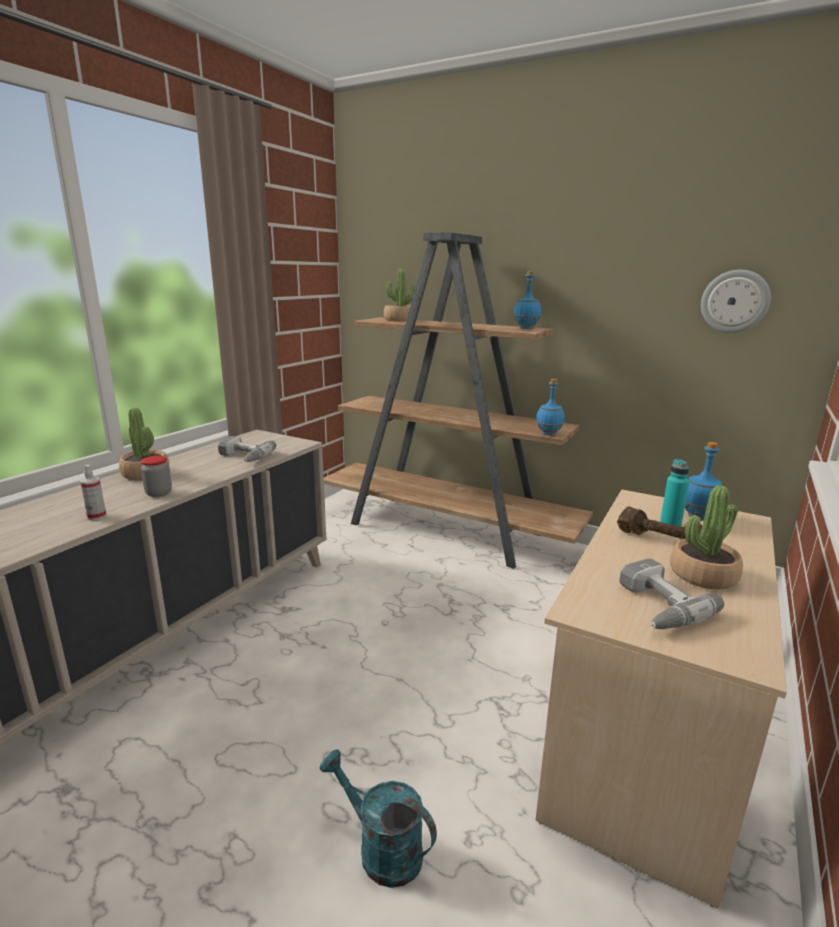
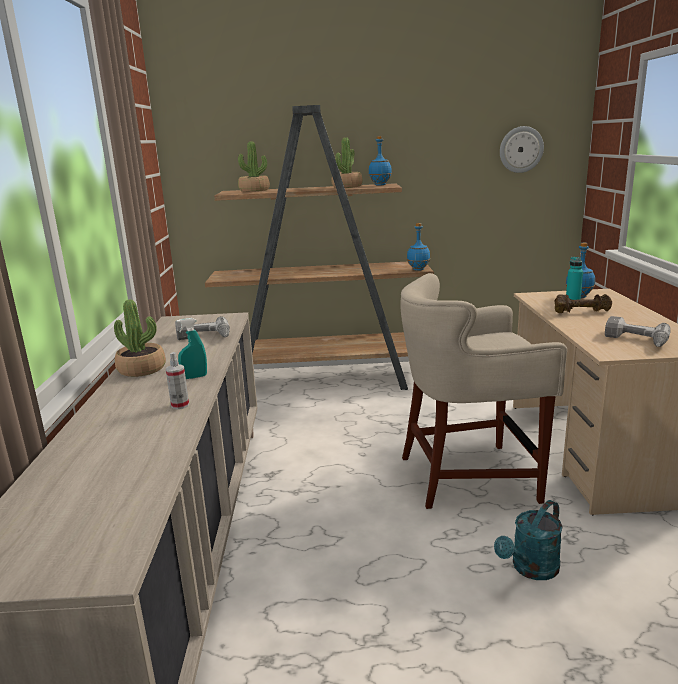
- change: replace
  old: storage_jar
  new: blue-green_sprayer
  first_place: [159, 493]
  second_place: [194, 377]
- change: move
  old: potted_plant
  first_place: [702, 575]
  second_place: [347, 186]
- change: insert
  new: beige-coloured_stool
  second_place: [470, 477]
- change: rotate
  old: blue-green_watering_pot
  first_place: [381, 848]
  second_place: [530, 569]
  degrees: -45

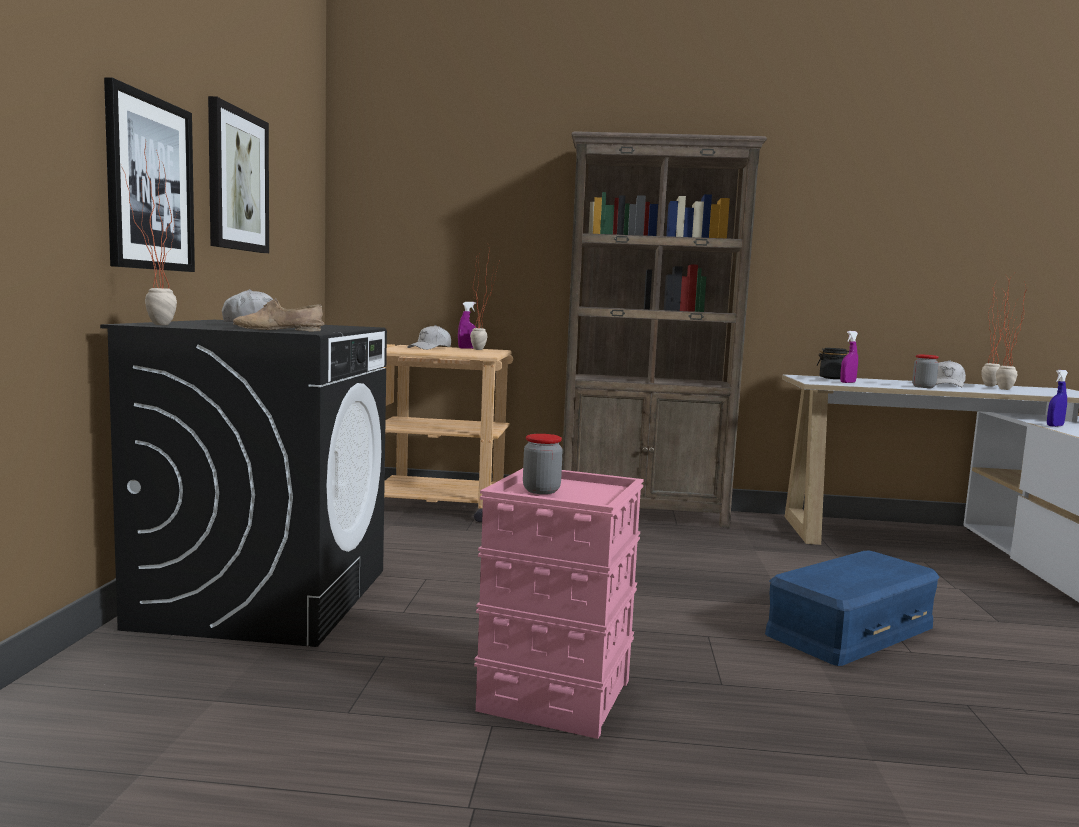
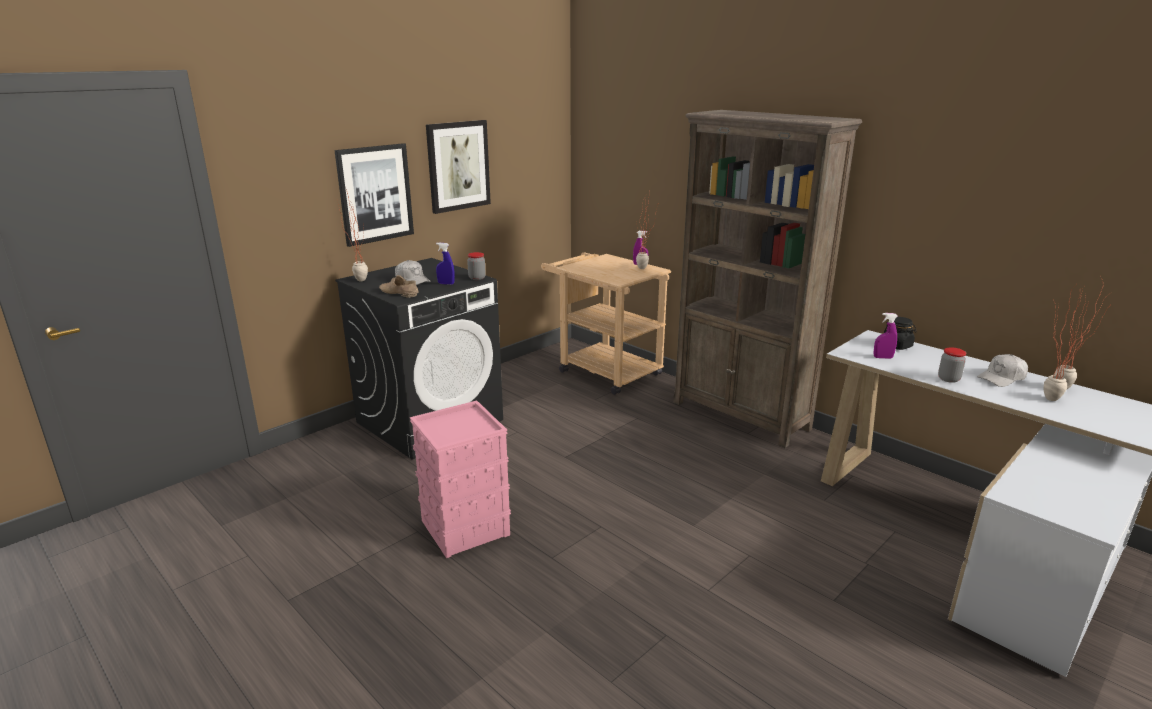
- change: move
  old: bluish_sprayer
  first_place: [1055, 426]
  second_place: [446, 284]
- change: move
  old: storage_jar
  first_place: [541, 490]
  second_place: [477, 278]
- change: delete
  old: white_peaked_cap
  first_place: [430, 348]
- change: delete
  old: bluish_storage_box
  first_place: [852, 631]

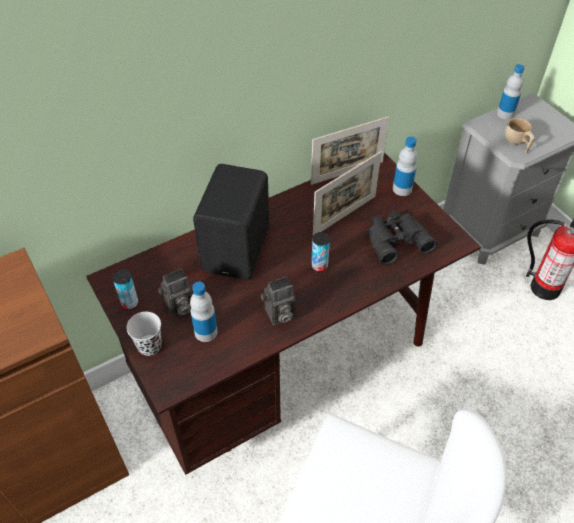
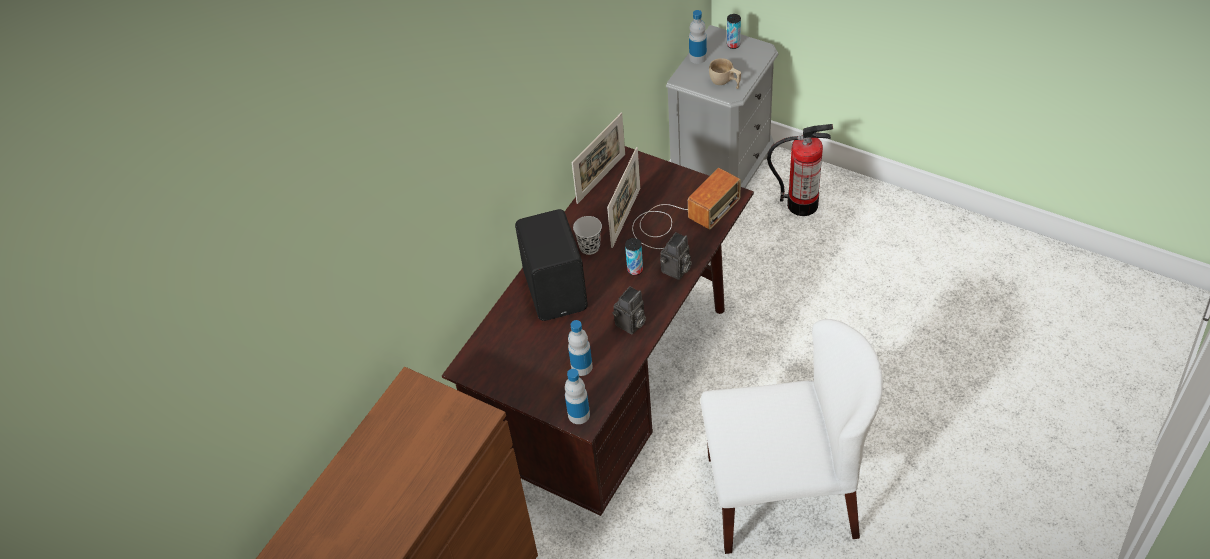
- change: move
  old: beverage_bottle
  first_place: [402, 189]
  second_place: [579, 414]
- change: move
  old: blackish_small_cup
  first_place: [149, 346]
  second_place: [589, 247]
- change: replace
  old: blackish_field_glasses
  new: radio_receiver
  first_place: [395, 239]
  second_place: [681, 218]
- change: move
  old: photo_camera
  first_place: [179, 308]
  second_place: [676, 270]
- change: move
  old: metal_can
  first_place: [129, 303]
  second_place: [733, 44]

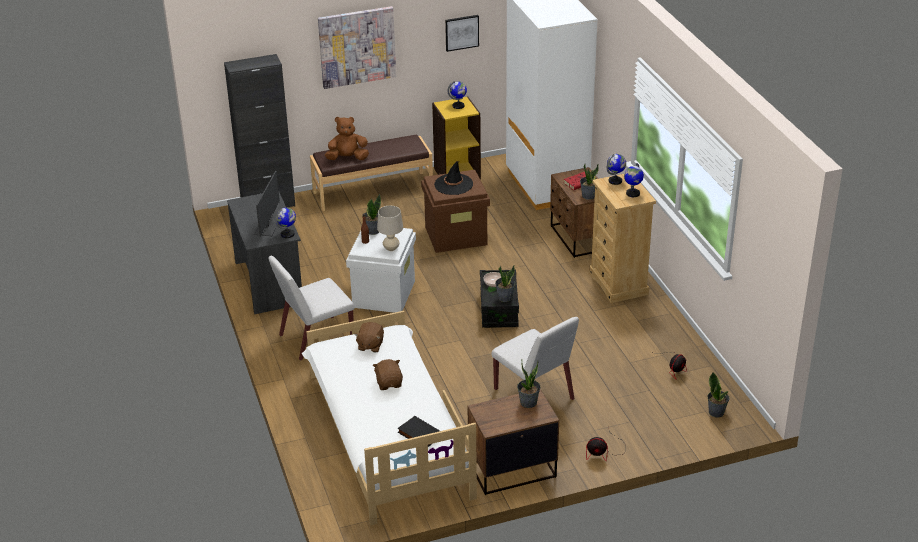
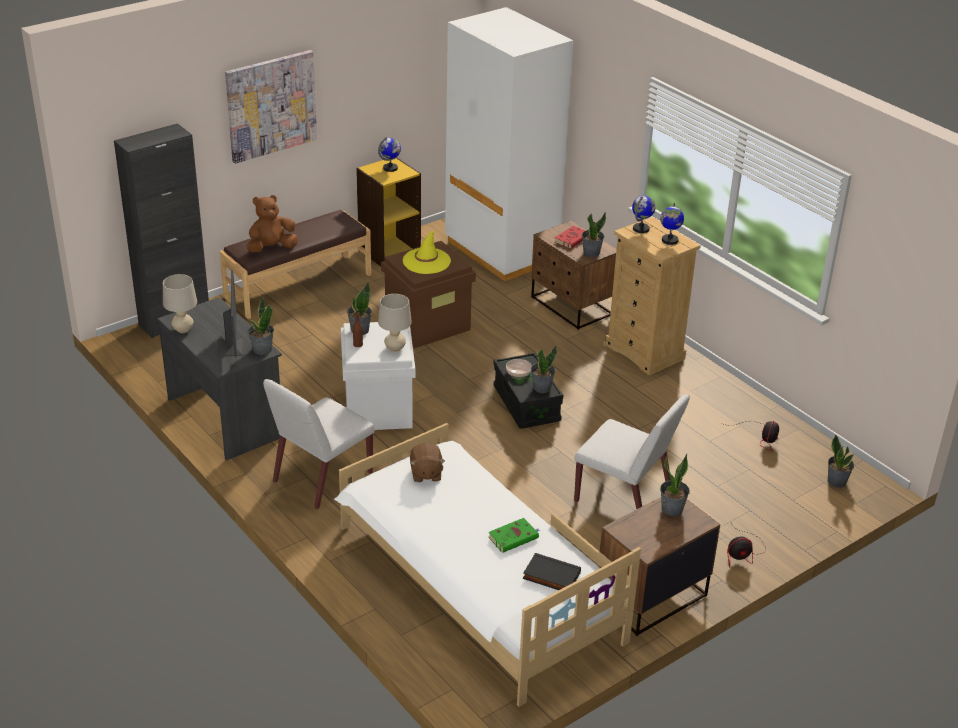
- change: insert
  new: beige-coloured_lamp_for_a_table
  second_place: [183, 330]
- change: replace
  old: desk_globe
  new: potted_plant
  first_place: [287, 234]
  second_place: [262, 350]
- change: recolor
  old: blackish_wearable_hat
  new: yellowish_wearable_hat
  first_place: [453, 184]
  second_place: [426, 261]
- change: insert
  new: greenish_book
  second_place: [514, 537]
- change: delete
  old: brownish_cuddly_toy
  first_place: [389, 383]
- change: delete
  old: picture
  first_place: [461, 32]

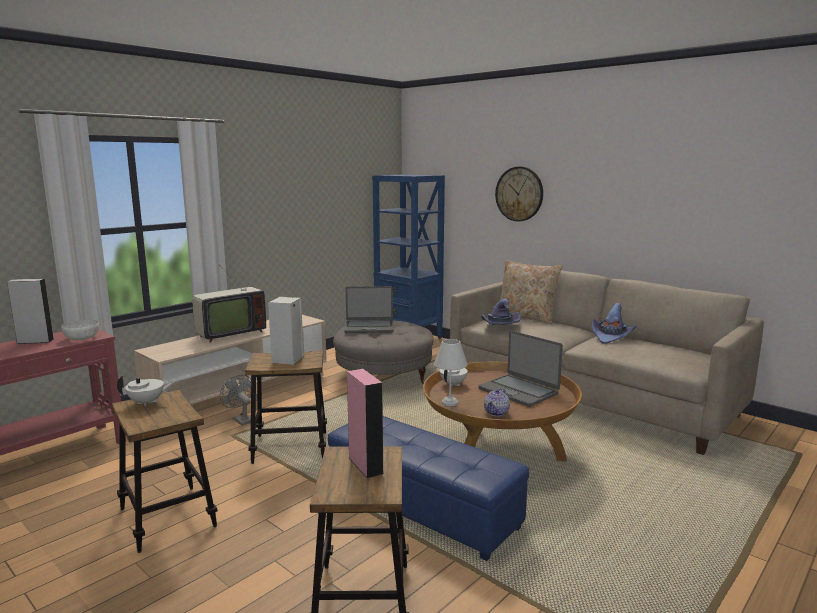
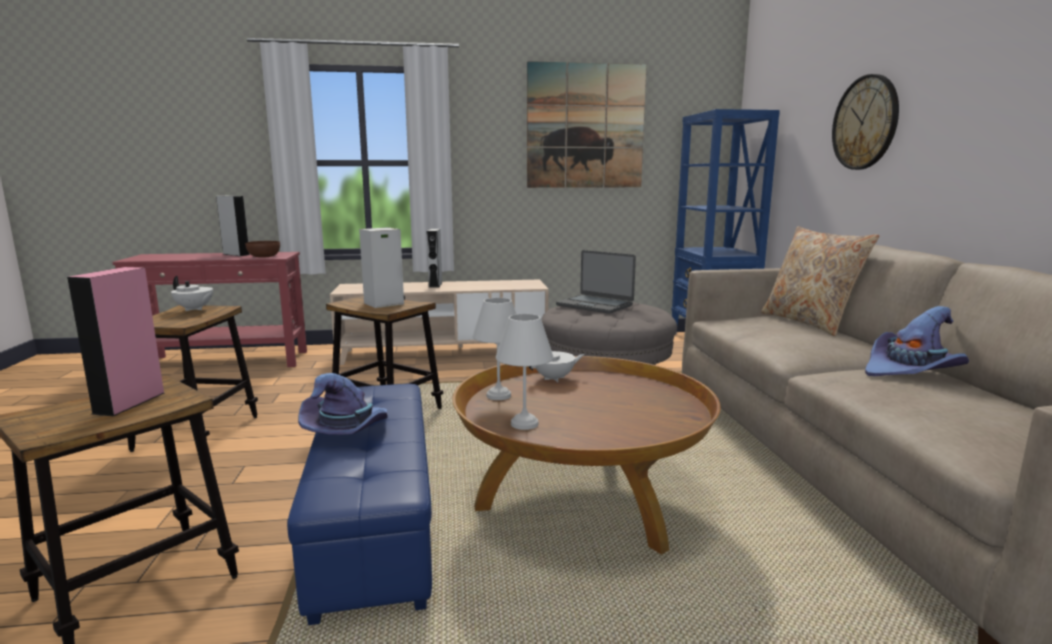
- change: recolor
  old: white_deep_dish
  new: brownish_deep_dish
  first_place: [81, 338]
  second_place: [263, 257]
- change: move
  old: purple_wearable_hat
  first_place: [499, 326]
  second_place: [347, 430]
- change: replace
  old: television
  new: gray_loudspeaker
  first_place: [229, 334]
  second_place: [435, 285]
- change: replace
  old: tea_pot
  new: white_lamp_for_a_table
  first_place: [497, 412]
  second_place: [526, 424]
- change: insert
  new: picture
  second_place: [585, 126]
- change: delete
  old: gray_electric_fan
  first_place: [240, 420]
- change: delete
  old: portable_computer
  first_place: [519, 391]

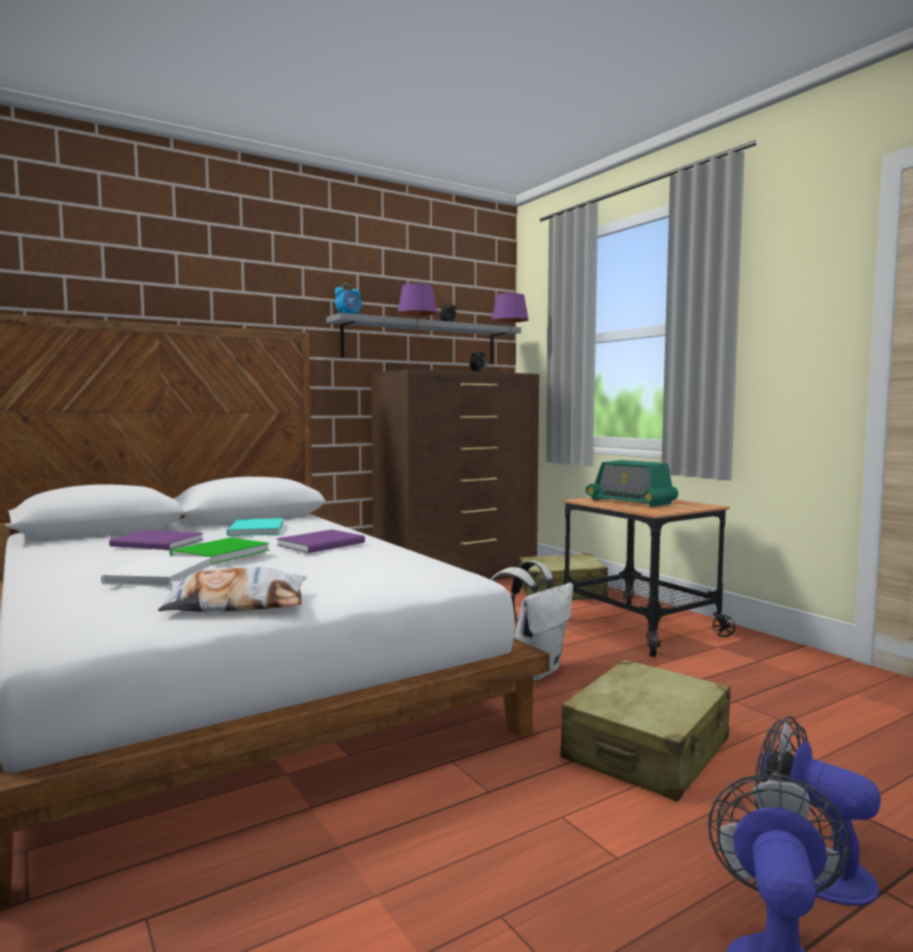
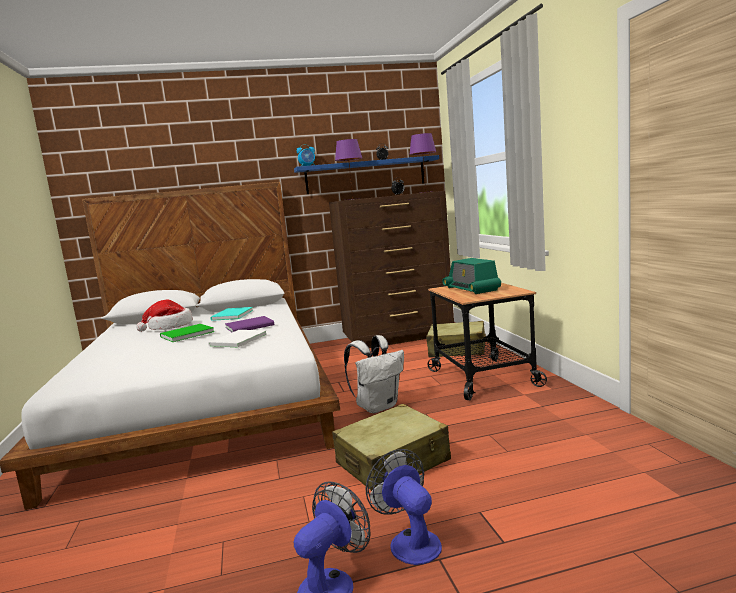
- change: replace
  old: purple_book
  new: wearable_hat
  first_place: [158, 543]
  second_place: [169, 327]
- change: move
  old: white_book
  first_place: [155, 575]
  second_place: [236, 341]
- change: recolor
  old: gray_wall_shelf
  new: bluish_wall_shelf
  first_place: [421, 342]
  second_place: [365, 175]
- change: delete
  old: pillow
  first_place: [237, 604]

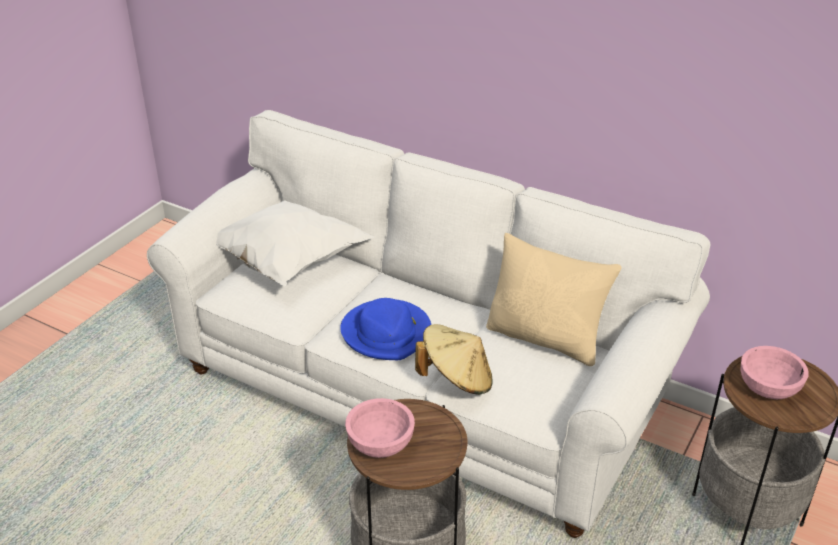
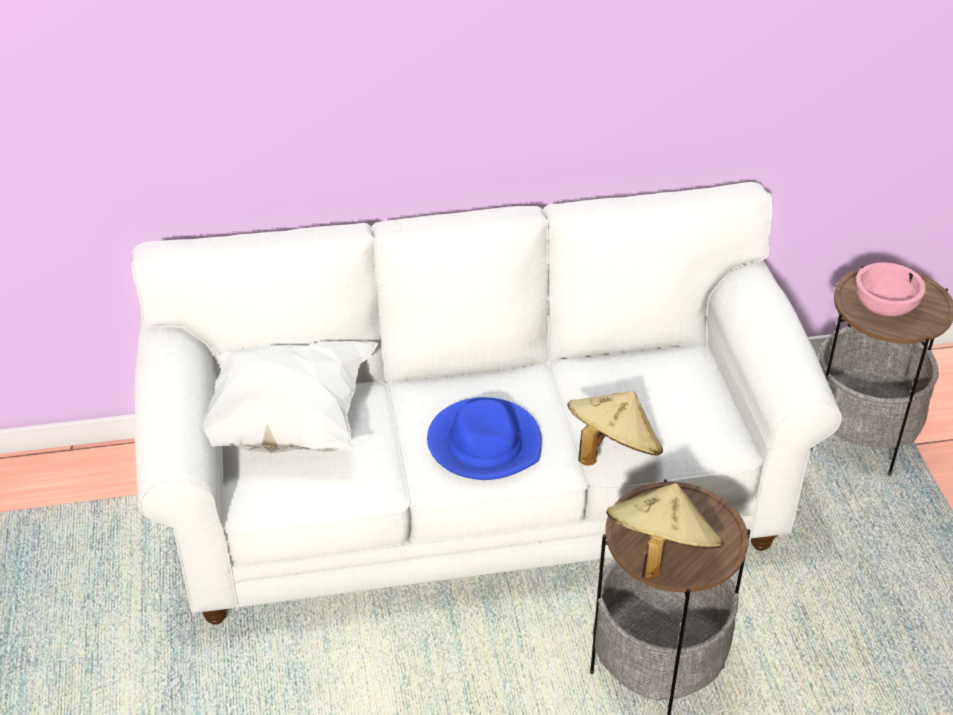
- change: replace
  old: pink_deep_dish
  new: beige-coloured_wearable_hat
  first_place: [380, 444]
  second_place: [659, 552]
- change: delete
  old: beige-coloured_pillow
  first_place: [546, 338]

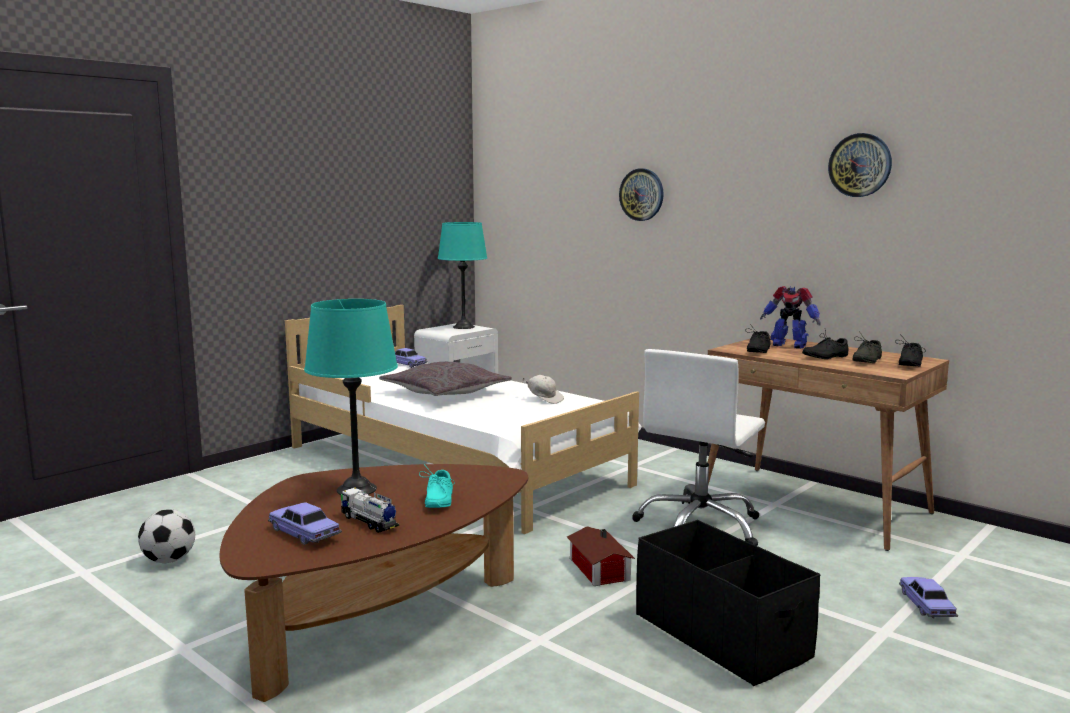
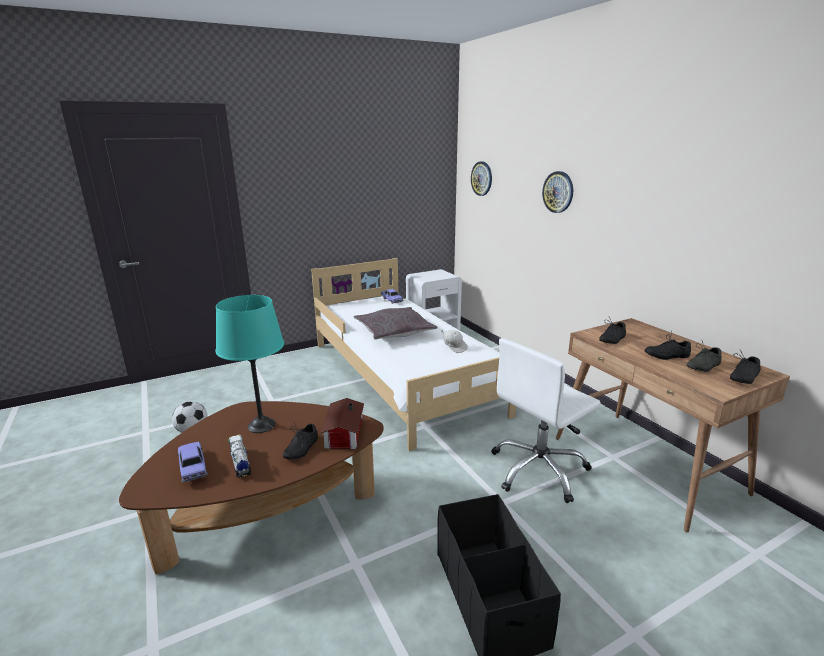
- change: recolor
  old: blue-green_item_of_footwear
  new: blackish_item_of_footwear
  first_place: [436, 501]
  second_place: [300, 448]
- change: move
  old: model_house
  first_place: [598, 570]
  second_place: [342, 434]
- change: move
  old: wall_clock
  first_place: [860, 165]
  second_place: [482, 178]
- change: delete
  old: blue-green_lamp_for_a_table
  first_place: [463, 327]
- change: delete
  old: robot_figure
  first_place: [788, 345]
- change: delete
  old: miniature_car
  first_place: [926, 606]

